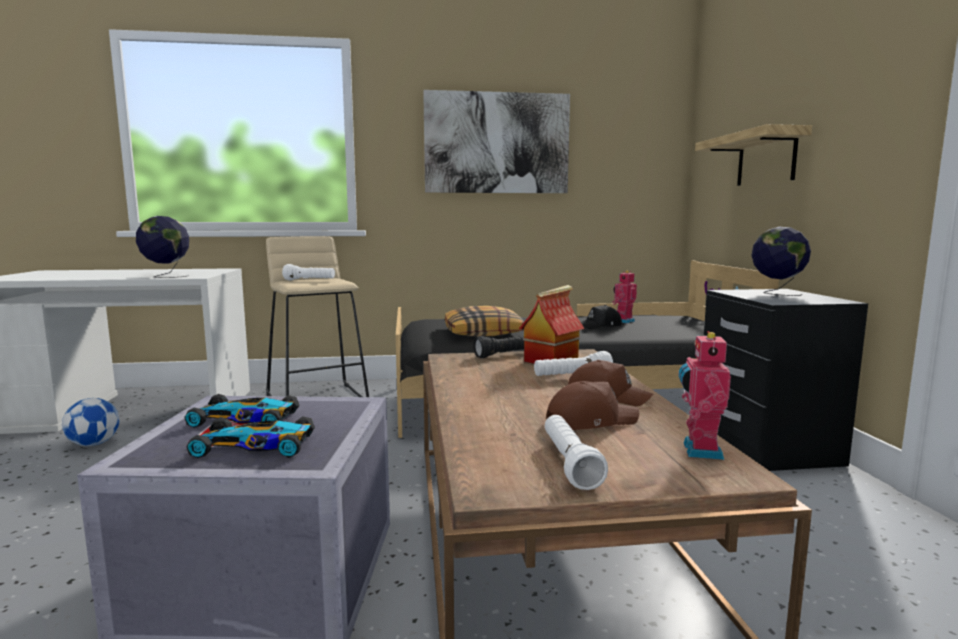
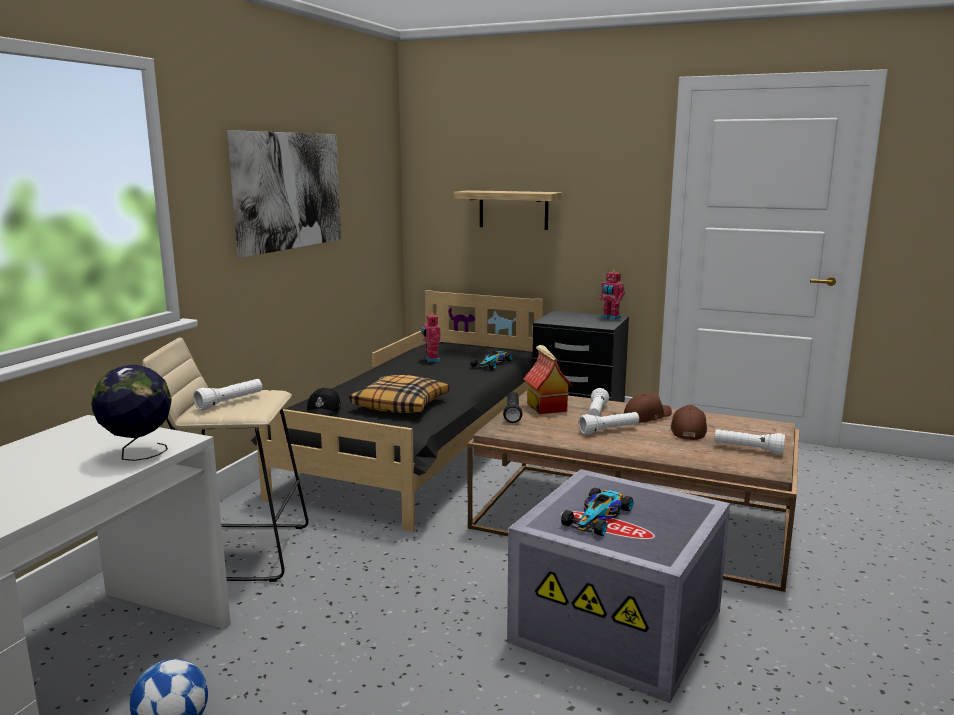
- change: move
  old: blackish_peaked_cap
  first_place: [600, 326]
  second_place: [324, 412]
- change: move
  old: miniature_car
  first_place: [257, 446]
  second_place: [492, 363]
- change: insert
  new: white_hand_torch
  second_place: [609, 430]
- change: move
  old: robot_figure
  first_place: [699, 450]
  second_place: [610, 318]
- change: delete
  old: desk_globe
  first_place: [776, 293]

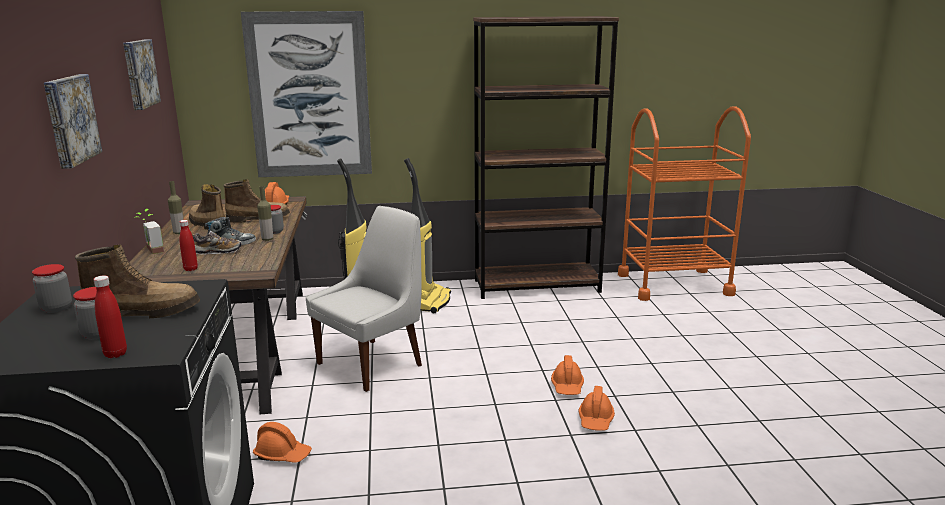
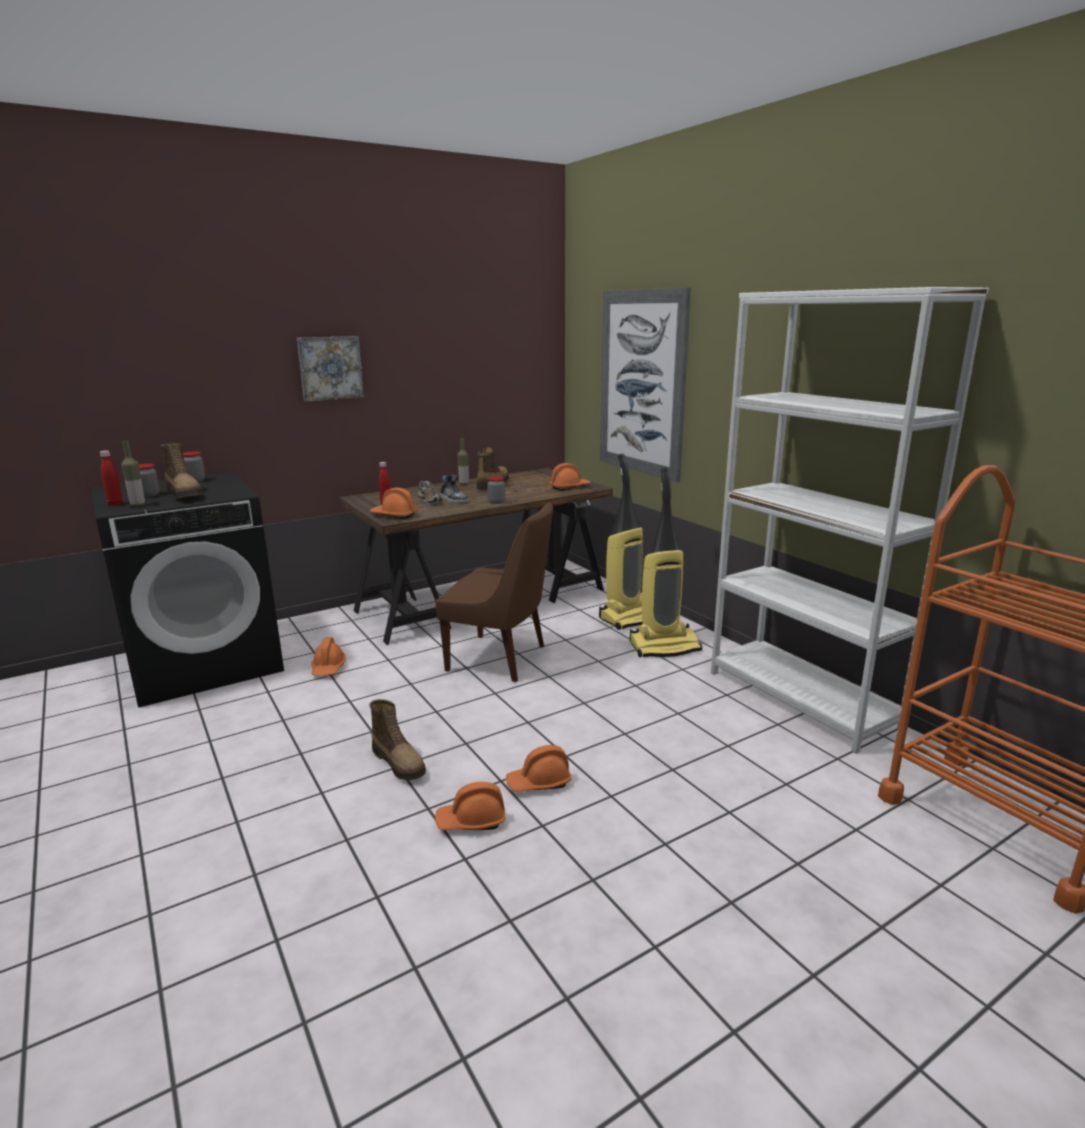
- change: move
  old: beverage_bottle
  first_place: [267, 239]
  second_place: [138, 505]
- change: move
  old: boot
  first_place: [258, 219]
  second_place: [399, 763]
- change: insert
  new: orangey_work_helmet
  second_place: [394, 515]
- change: recolor
  old: white_plain_chair
  new: brownish_plain_chair
  first_place: [373, 363]
  second_place: [500, 658]
- change: recolor
  old: brownish_bookcase
  new: white_bookcase
  first_place: [537, 286]
  second_place: [801, 699]
- change: delete
  old: picture
  first_place: [139, 73]
- change: delete
  old: potted_plant
  first_place: [150, 250]

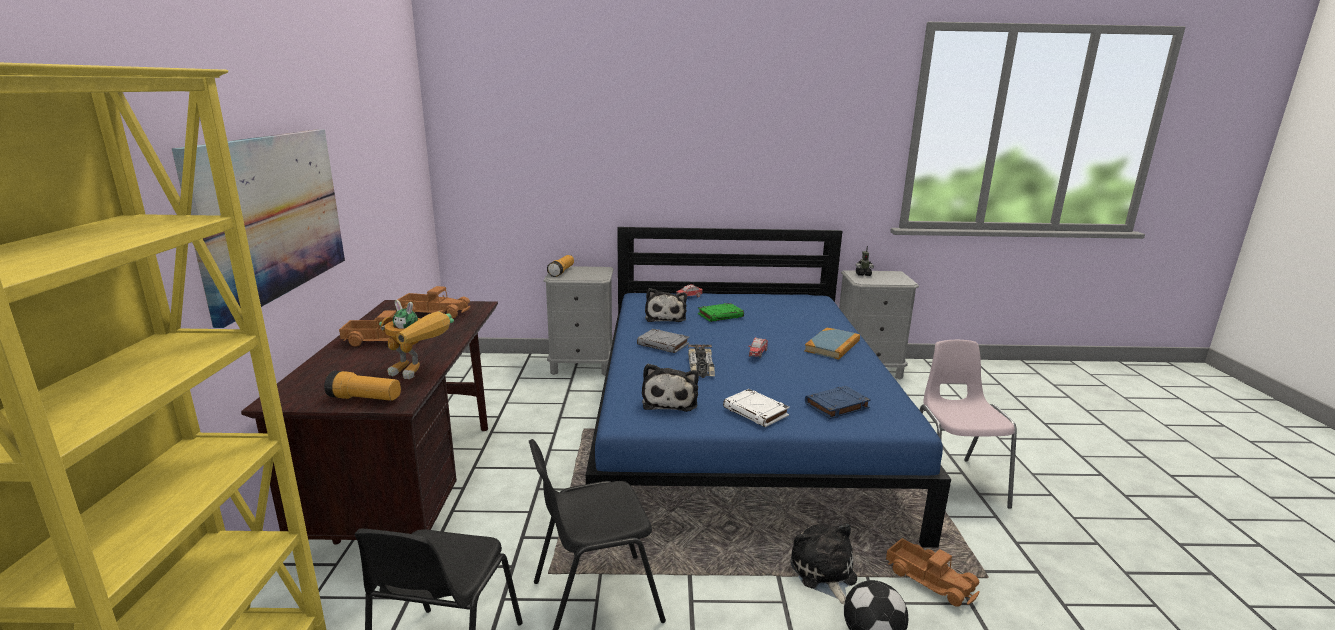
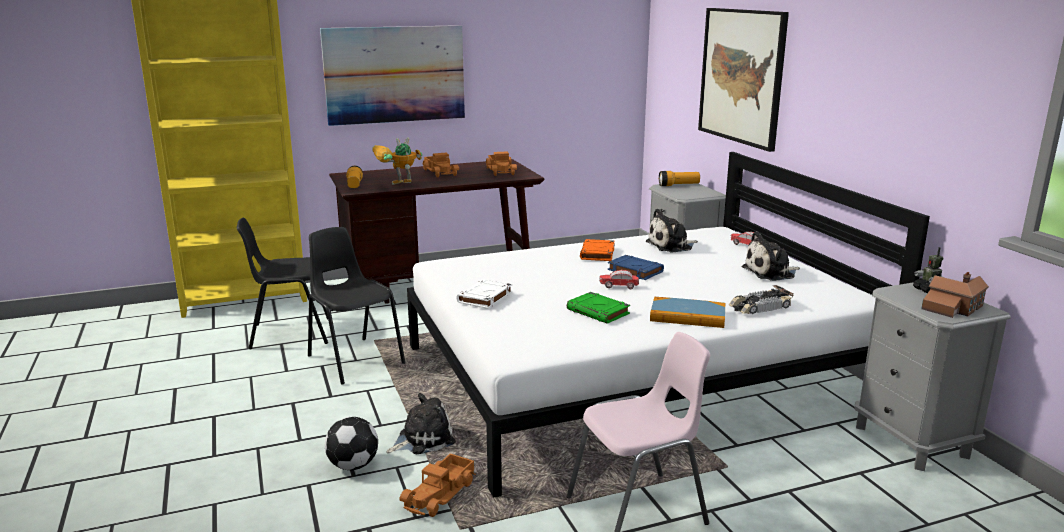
- change: rotate
  old: robot_figure
  first_place: [419, 373]
  second_place: [396, 186]
  degrees: 60
- change: recolor
  old: bluish_bed
  new: white_bed
  first_place: [739, 428]
  second_place: [636, 375]
- change: move
  old: greenish_book
  first_place: [720, 315]
  second_place: [599, 312]
- change: recolor
  old: gray_book
  new: orangey_book
  first_place: [663, 344]
  second_place: [597, 254]
- change: move
  old: bluish_book
  first_place: [836, 406]
  second_place: [634, 271]
- change: insert
  new: picture
  second_place: [741, 76]
- change: move
  old: miniature_car
  first_place: [701, 367]
  second_place: [759, 307]
- change: move
  old: cuddly_toy
  first_place: [670, 400]
  second_place: [771, 273]
- change: insert
  new: model_house
  second_place: [952, 308]

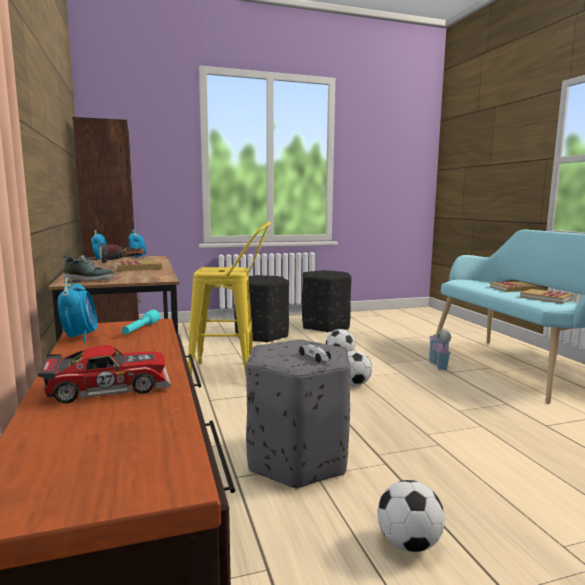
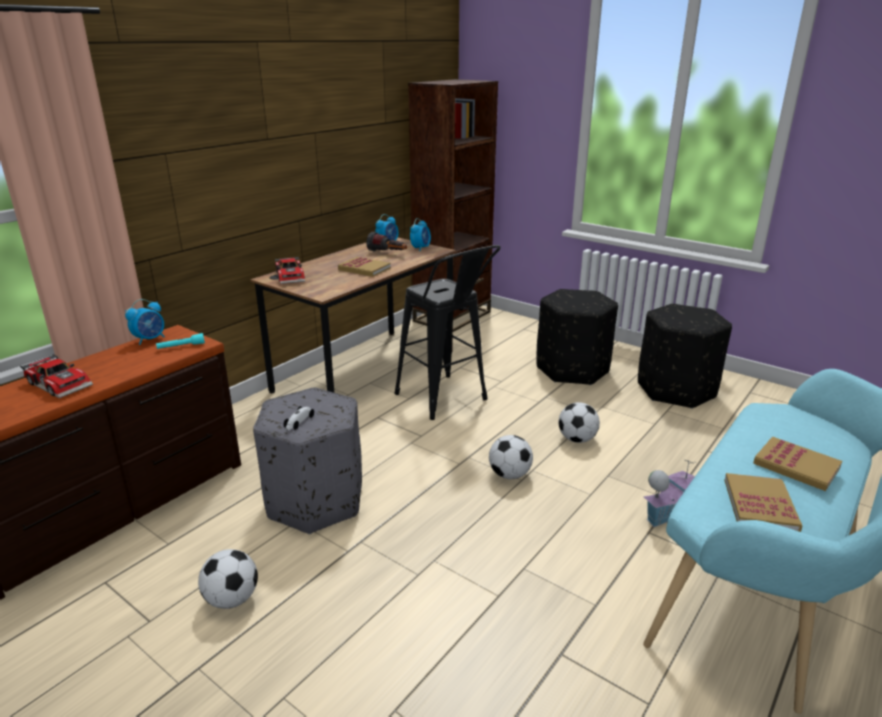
- change: replace
  old: item_of_footwear
  new: miniature_car
  first_place: [89, 278]
  second_place: [291, 276]
- change: recolor
  old: yellowish_stool
  new: blackish_stool
  first_place: [232, 373]
  second_place: [446, 401]

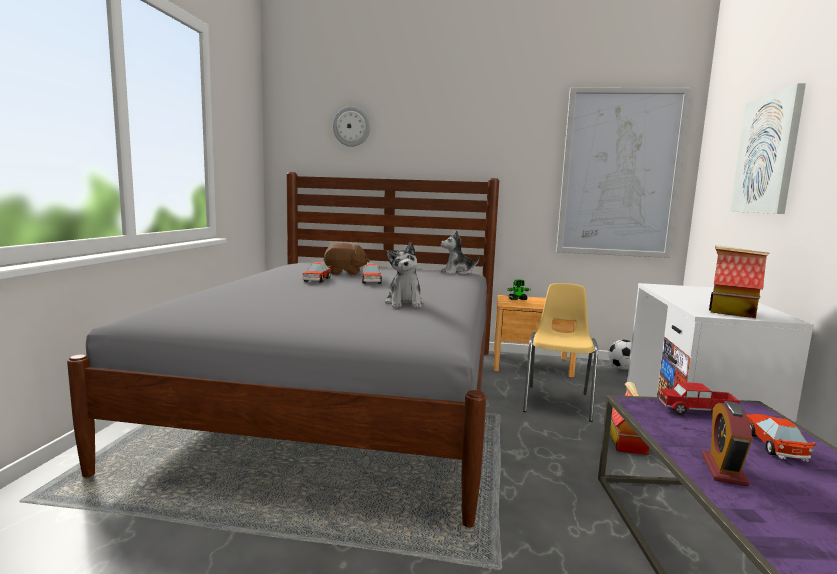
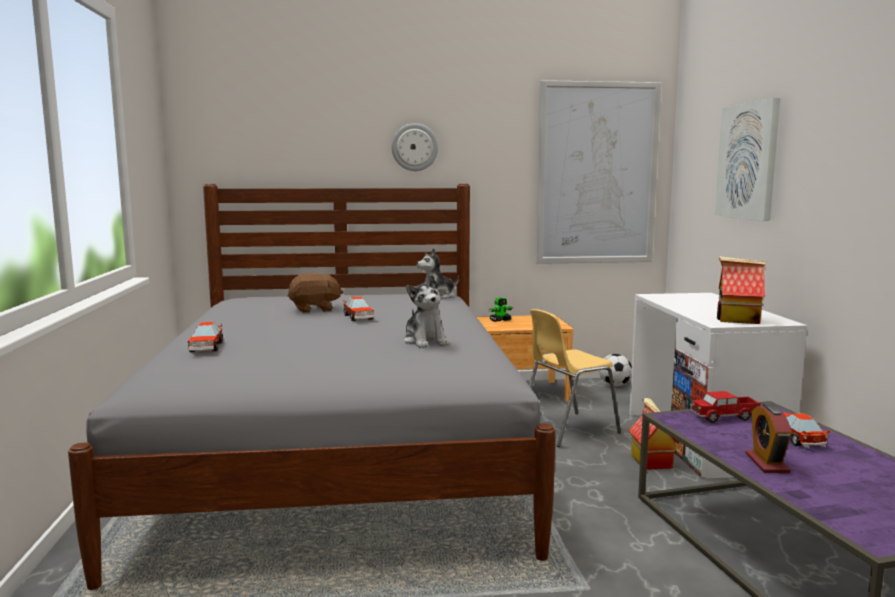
- change: move
  old: miniature_car
  first_place: [317, 280]
  second_place: [206, 347]
- change: move
  old: wall_clock
  first_place: [351, 126]
  second_place: [414, 147]
- change: rotate
  old: yellowish_plain_chair
  first_place: [558, 402]
  second_place: [567, 429]
  degrees: -120

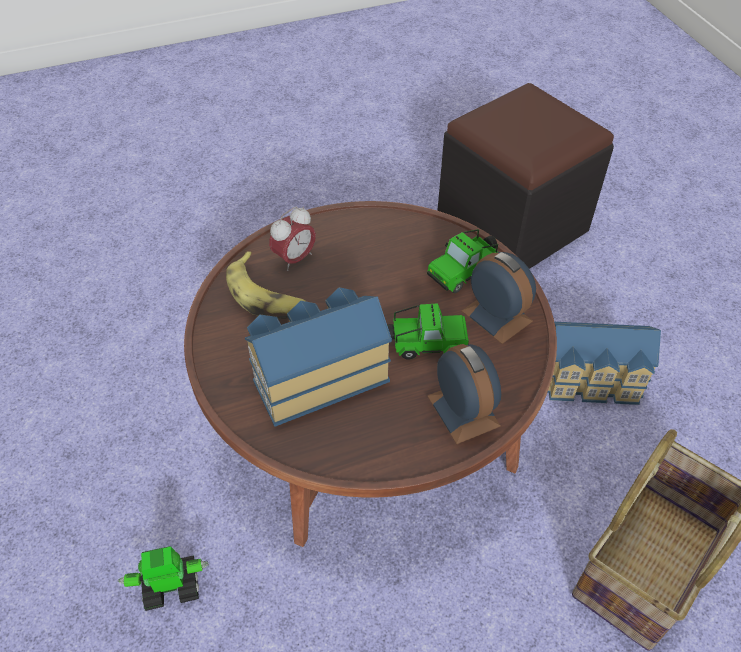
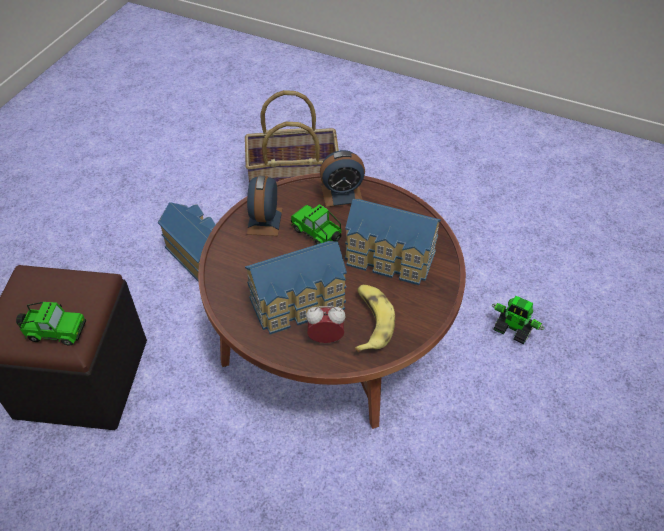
- change: move
  old: miniature_car
  first_place: [463, 272]
  second_place: [54, 332]
- change: insert
  new: model_house
  second_place: [300, 304]
- change: rotate
  old: table_clock
  first_place: [463, 411]
  second_place: [342, 194]
  degrees: -120

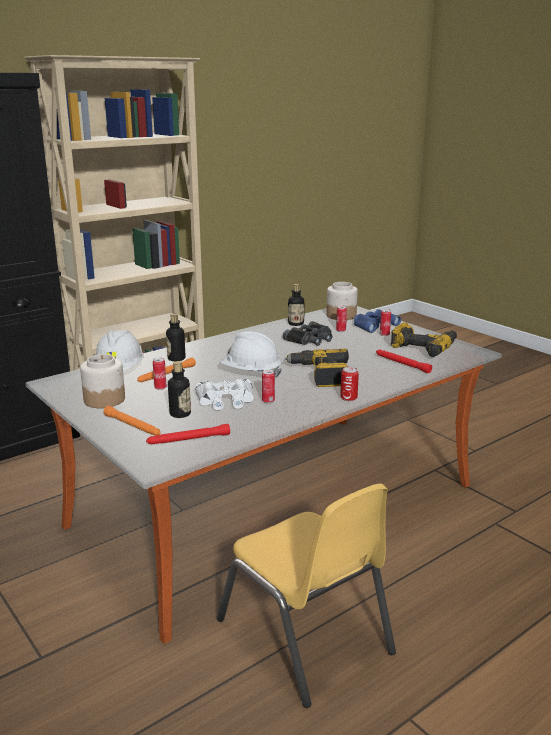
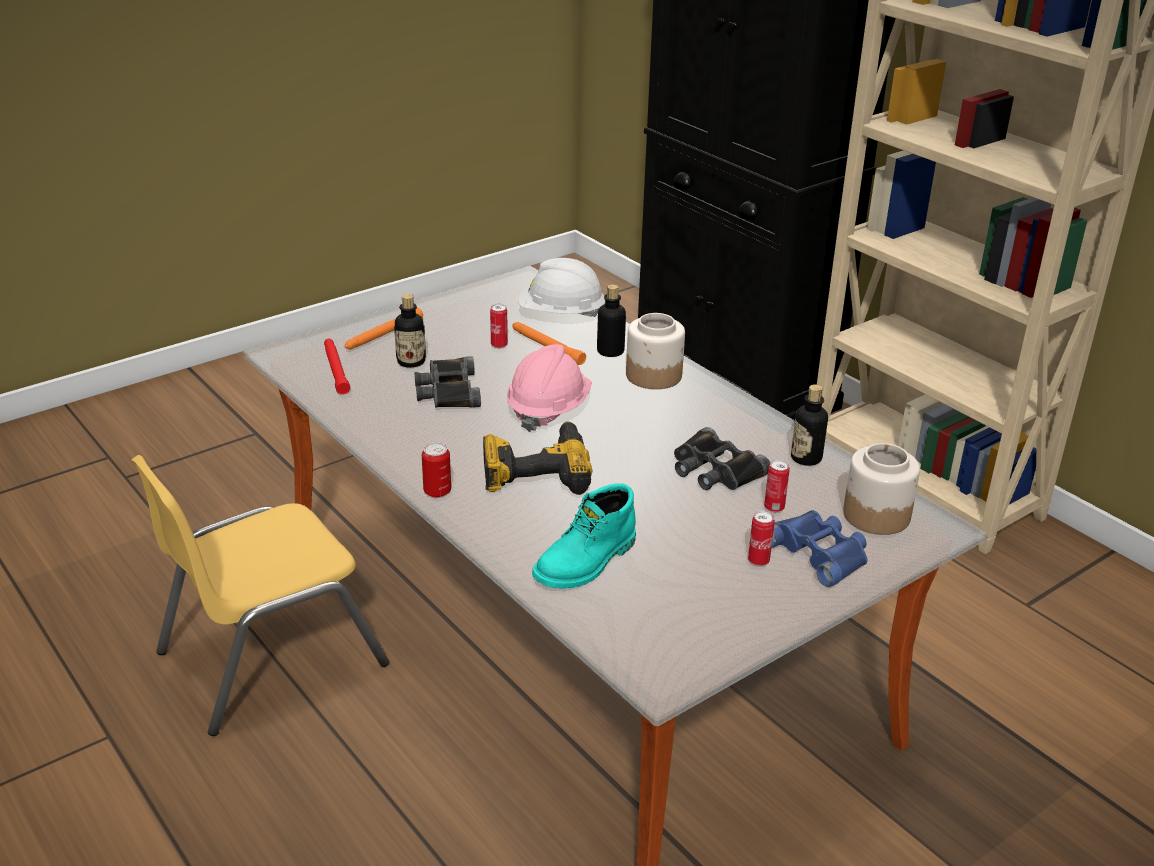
- change: recolor
  old: white_field_glasses
  new: blackish_field_glasses
  first_place: [225, 400]
  second_place: [448, 391]
- change: recolor
  old: white_work_helmet
  new: pink_work_helmet
  first_place: [250, 373]
  second_place: [548, 410]
- change: replace
  old: red_hand_torch
  new: blue-green_boot
  first_place: [402, 364]
  second_place: [587, 563]
- change: move
  old: storage_jar
  first_place: [104, 399]
  second_place: [654, 375]
- change: delete
  old: metal_can
  first_place: [268, 401]
- change: delete
  old: power_drill
  first_place: [423, 347]

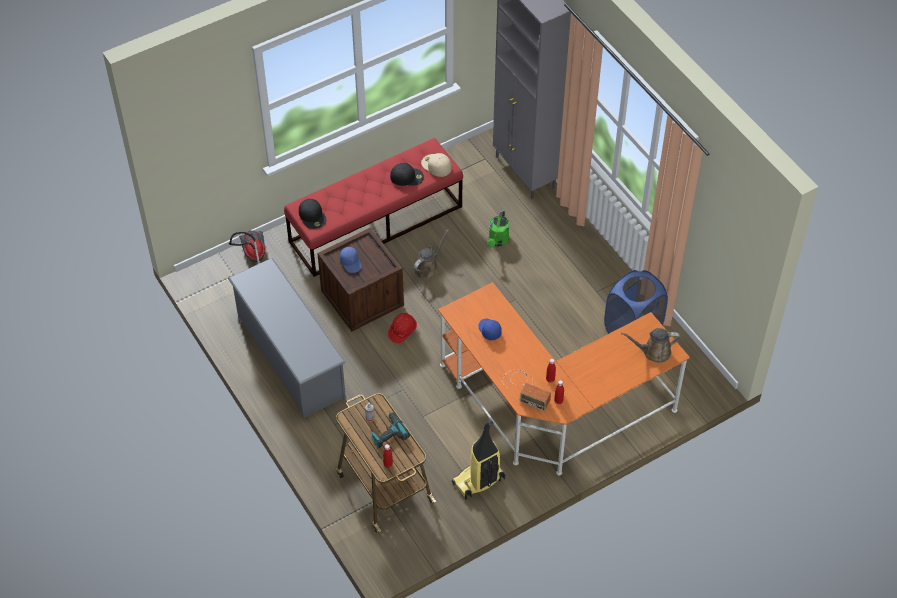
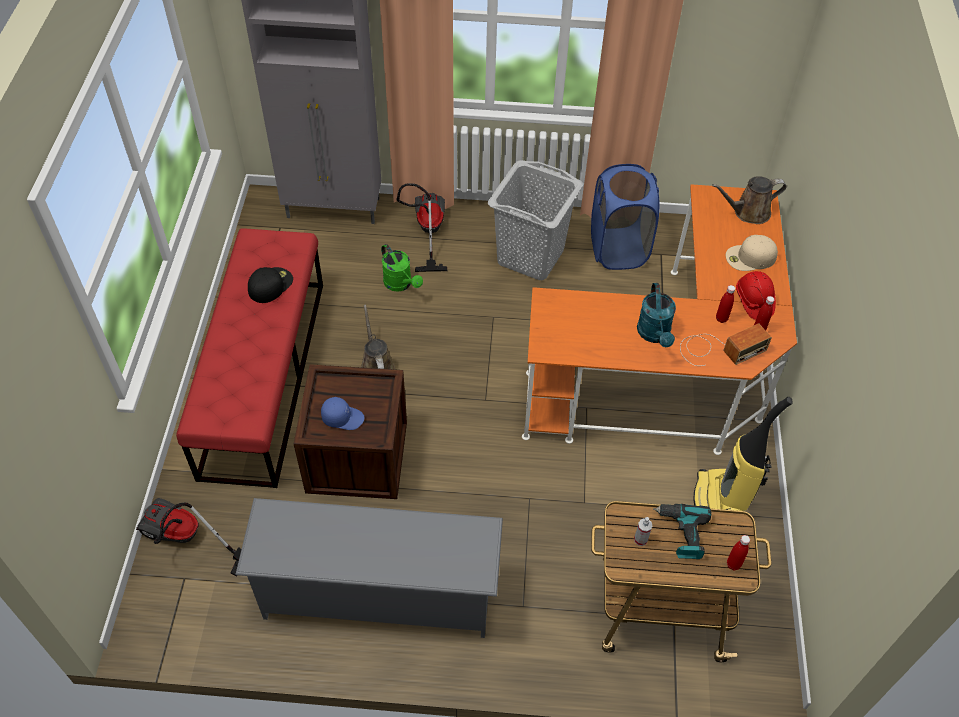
- change: insert
  new: vacuum_cleaner
  second_place: [426, 231]
- change: insert
  new: gray_washing_basket
  second_place: [531, 256]
- change: insert
  new: blue-green_watering_pot
  second_place: [655, 335]
- change: rotate
  old: brownish_watering_pot
  first_place: [653, 352]
  second_place: [748, 212]
  degrees: 45
- change: move
  old: beige-coloured_peaked_cap
  first_place: [436, 165]
  second_place: [750, 257]
- change: move
  old: red_work_helmet
  first_place: [402, 331]
  second_place: [753, 301]
- change: delete
  old: blackish_peaked_cap
  first_place: [312, 216]
- change: delete
  old: bluish_peaked_cap
  first_place: [489, 330]

